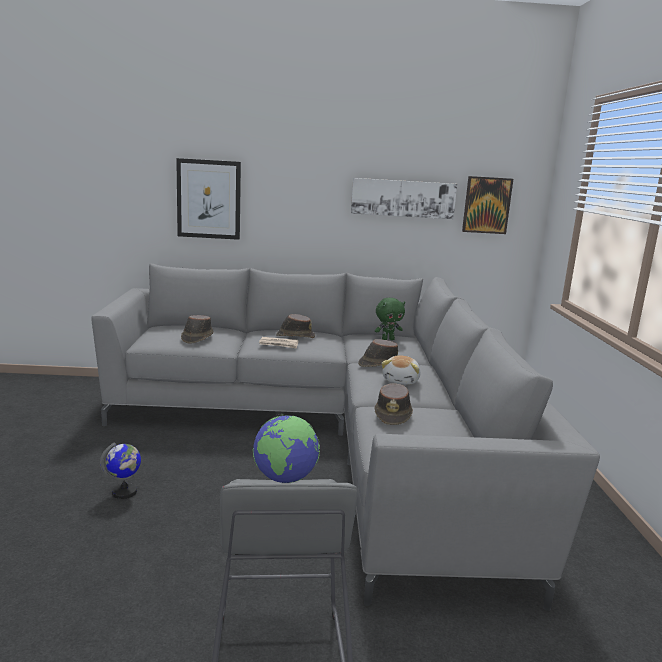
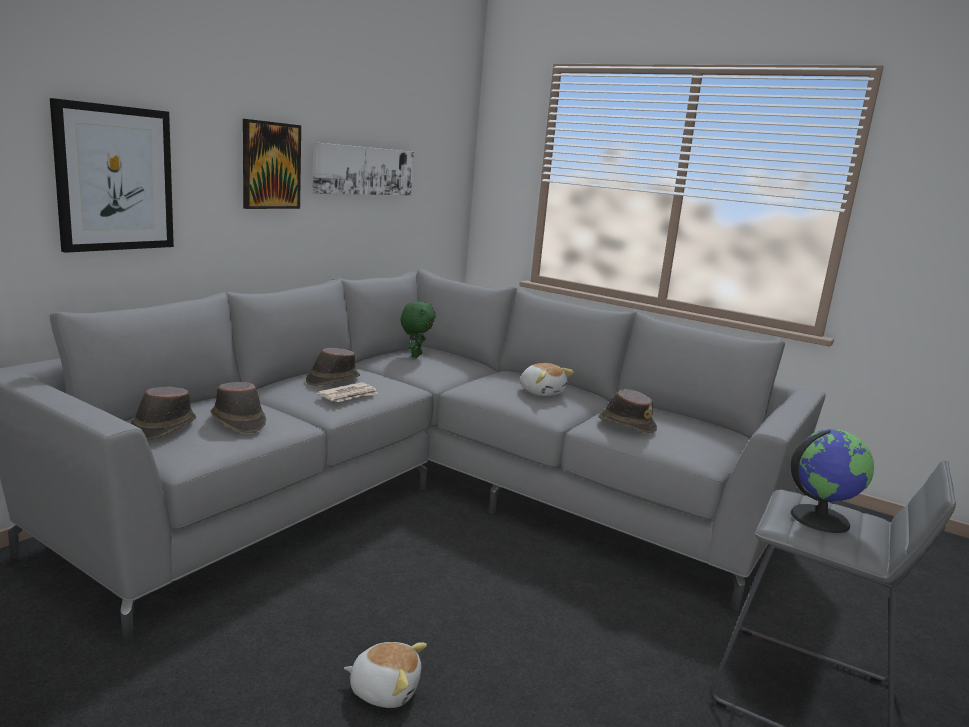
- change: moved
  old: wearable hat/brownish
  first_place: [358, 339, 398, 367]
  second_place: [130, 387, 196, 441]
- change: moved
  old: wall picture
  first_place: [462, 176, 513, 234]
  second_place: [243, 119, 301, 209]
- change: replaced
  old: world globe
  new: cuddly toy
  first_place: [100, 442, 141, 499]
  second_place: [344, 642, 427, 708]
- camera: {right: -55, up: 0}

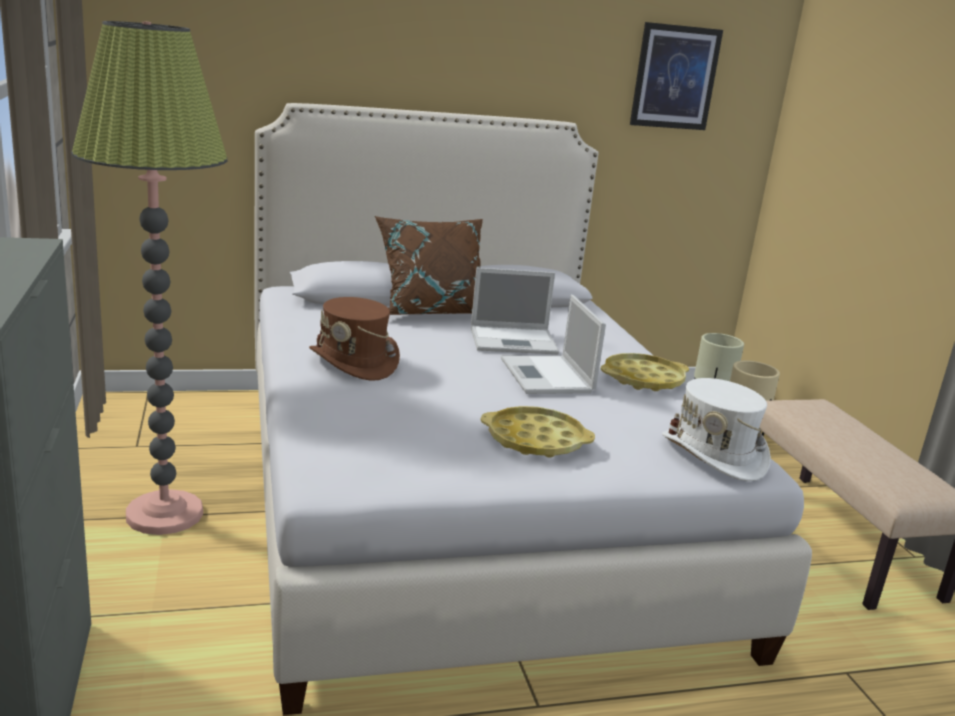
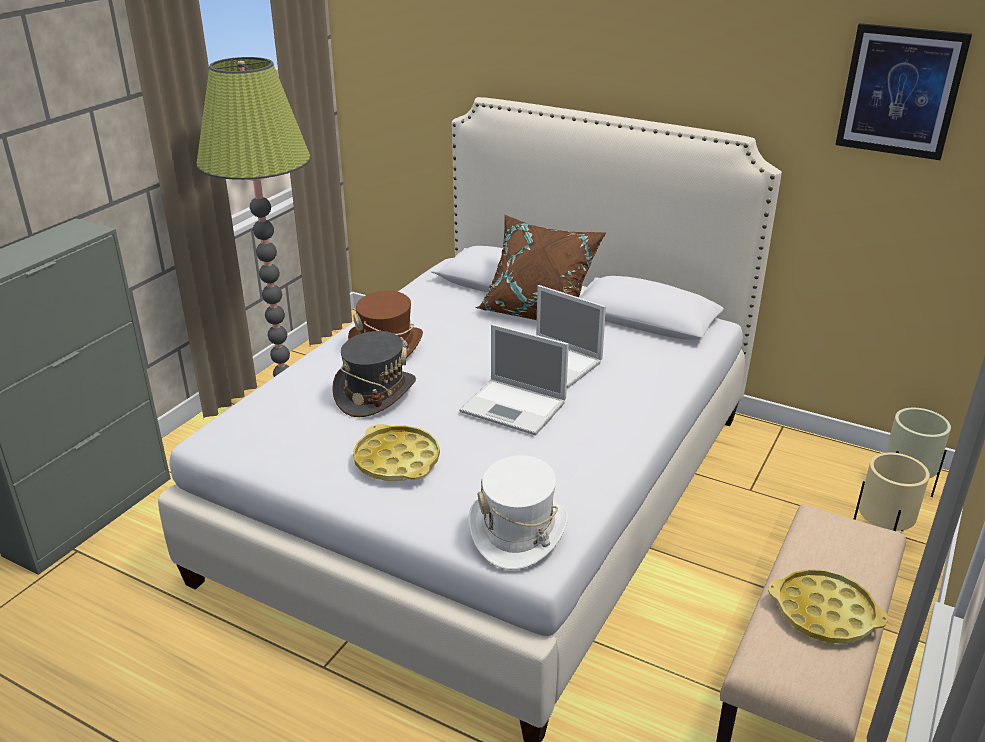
- change: added
  new: wearable hat/gray
  second_place: [332, 331, 416, 417]
- change: turned
  old: portable computer
  first_place: [501, 295, 606, 394]
  second_place: [459, 324, 569, 435]
  degrees: -90
- change: moved
  old: serving tray/yellowish
  first_place: [600, 353, 689, 391]
  second_place: [768, 569, 888, 644]
- camera: {right: 45, up: 10}

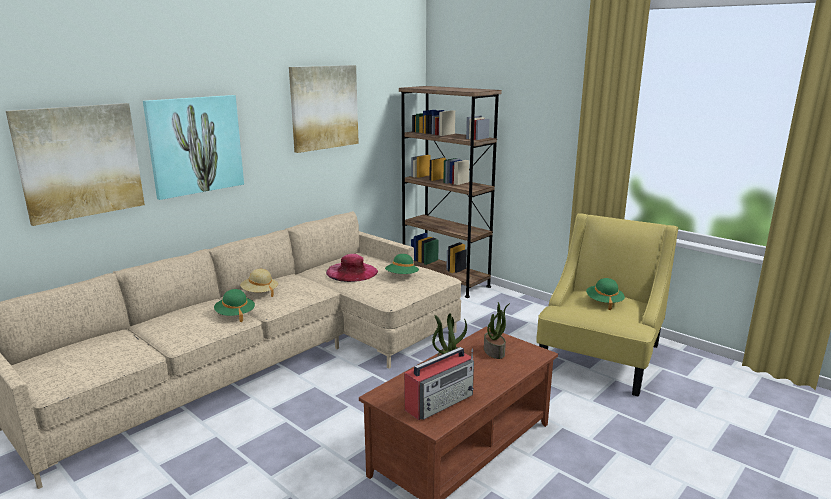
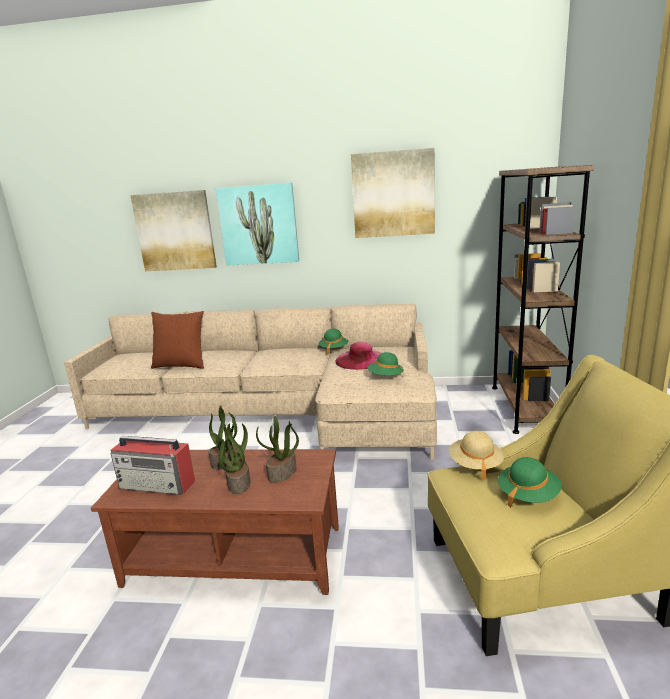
- change: added
  new: pillow/brownish
  second_place: [151, 311, 204, 369]
- change: added
  new: plant in a pot
  second_place: [211, 423, 250, 494]
- change: moved
  old: wearable hat/green
  first_place: [214, 289, 255, 322]
  second_place: [319, 329, 349, 354]
- change: moved
  old: wearable hat/beige-coloured
  first_place: [240, 269, 278, 297]
  second_place: [449, 431, 504, 480]
- camera: {right: 55, up: 0}

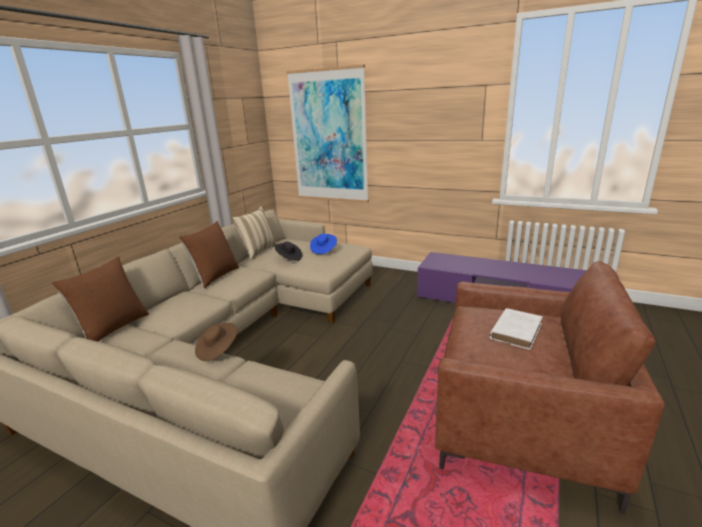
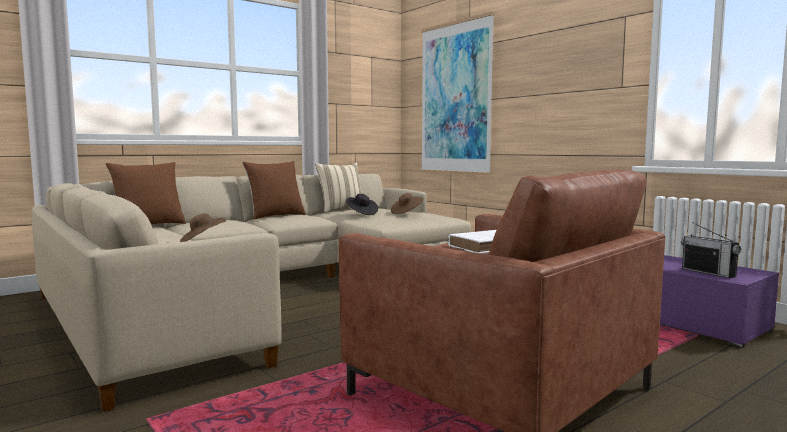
- change: recoloured
  old: wearable hat/bluish
  new: wearable hat/brownish
  first_place: [310, 234, 337, 254]
  second_place: [391, 193, 423, 214]
- change: added
  new: radio
  second_place: [681, 222, 741, 278]
- camera: {right: 25, up: -15}

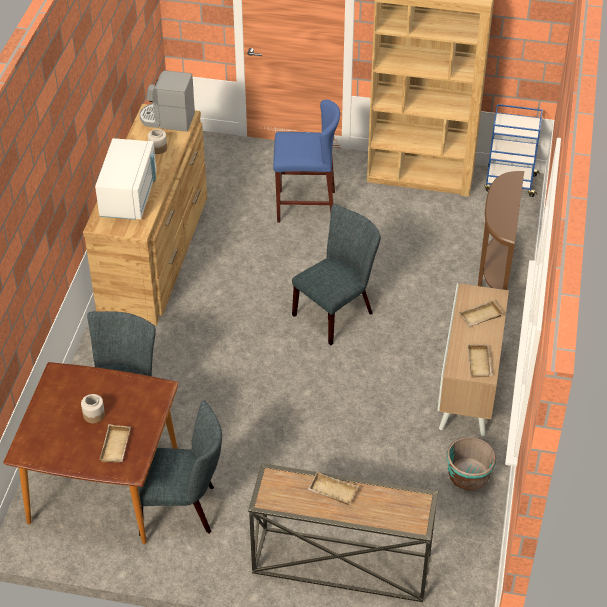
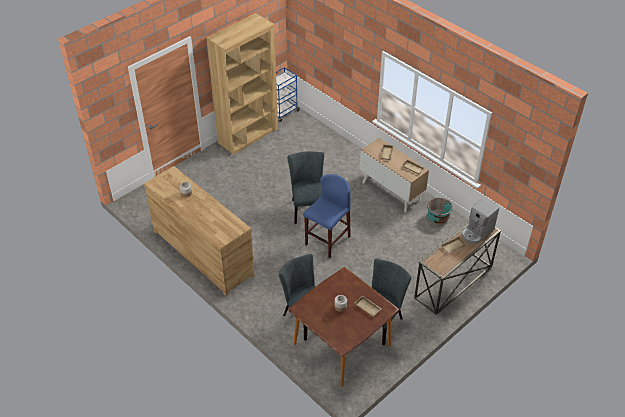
- change: moved
  old: stool/bluish
  first_place: [273, 100, 340, 222]
  second_place: [303, 174, 351, 258]
- change: moved
  old: coffee machine
  first_place: [140, 70, 195, 132]
  second_place: [462, 198, 499, 244]
- change: removed
  old: microwave/white-coloured
  first_place: [95, 138, 157, 220]
- change: removed
  old: hall table/brownish
  first_place: [478, 171, 524, 290]
- camera: {right: -55, up: 0}

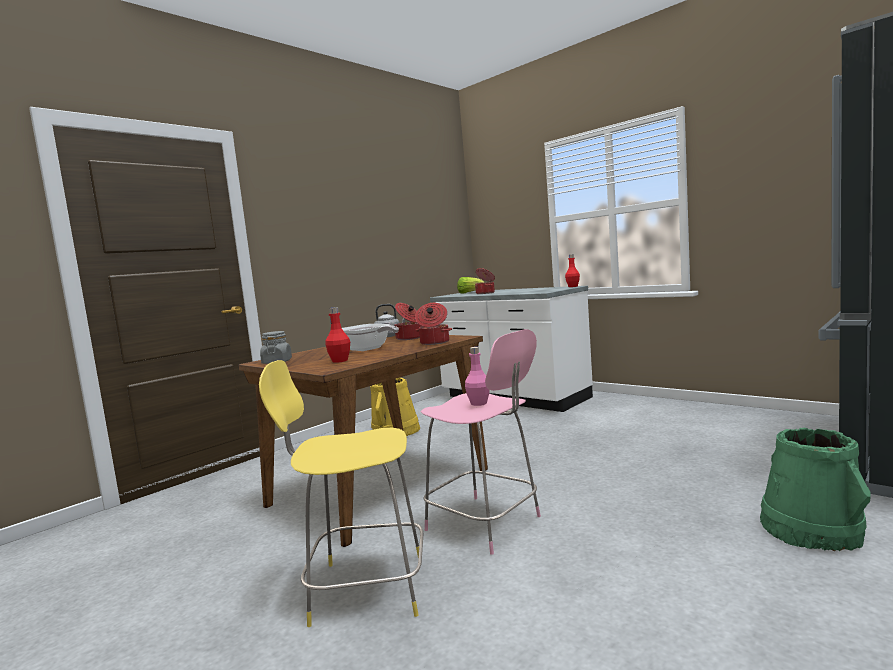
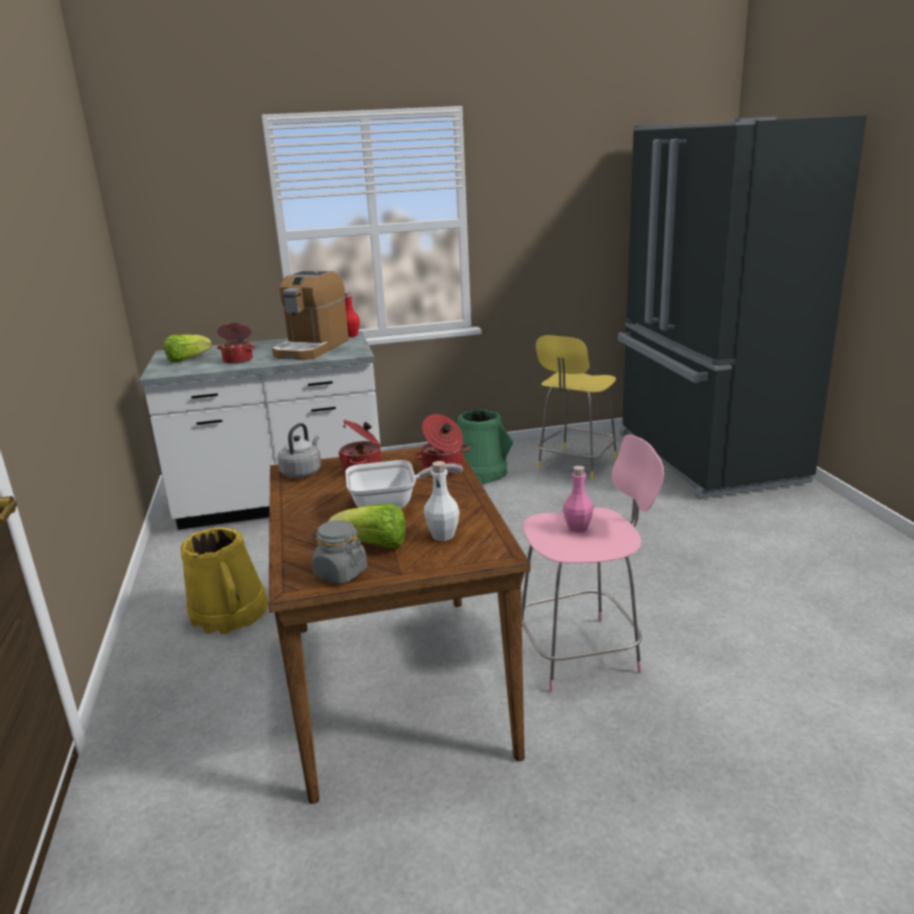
- change: added
  new: coffee machine
  second_place: [272, 271, 349, 360]
- change: added
  new: head of lettuce
  second_place: [328, 503, 406, 549]
- change: recoloured
  old: bottle/reddish
  new: bottle/white-coloured
  first_place: [325, 307, 350, 363]
  second_place: [424, 461, 460, 541]
- change: moved
  old: water bucket/green
  first_place: [760, 427, 871, 551]
  second_place: [457, 409, 513, 484]
- change: moved
  old: stool/yellowish
  first_place: [259, 360, 423, 627]
  second_place: [536, 335, 617, 480]
- camera: {right: -55, up: 15}

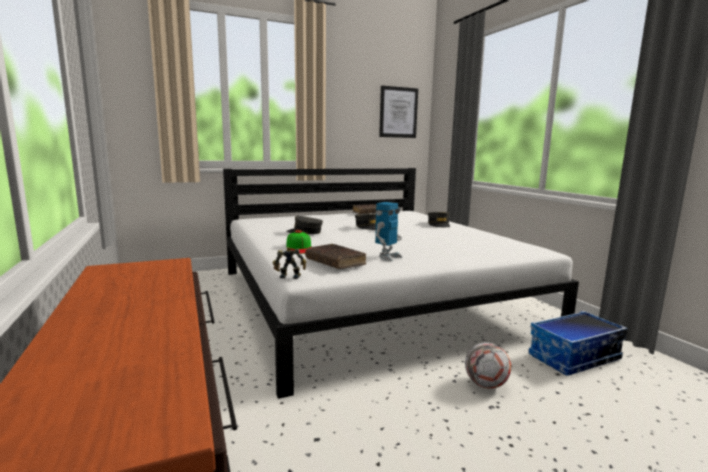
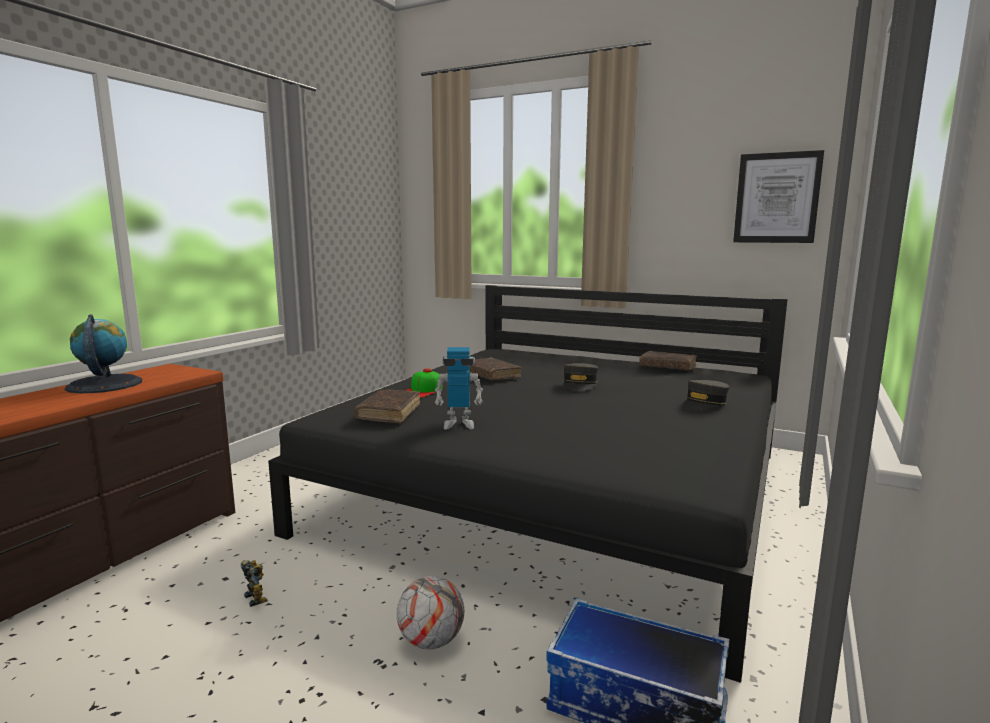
- change: added
  new: world globe
  second_place: [65, 315, 142, 393]
- change: moved
  old: model robot
  first_place: [272, 247, 306, 279]
  second_place: [241, 560, 268, 607]
- change: recoloured
  old: sleeping bed/white-coloured
  new: sleeping bed/black
  first_place: [223, 168, 579, 399]
  second_place: [268, 285, 788, 683]
- change: replaced
  old: peaked cap/gray
  new: volume/brownish
  first_place: [287, 216, 323, 234]
  second_place: [470, 358, 521, 381]
- camera: {right: 50, up: 0}

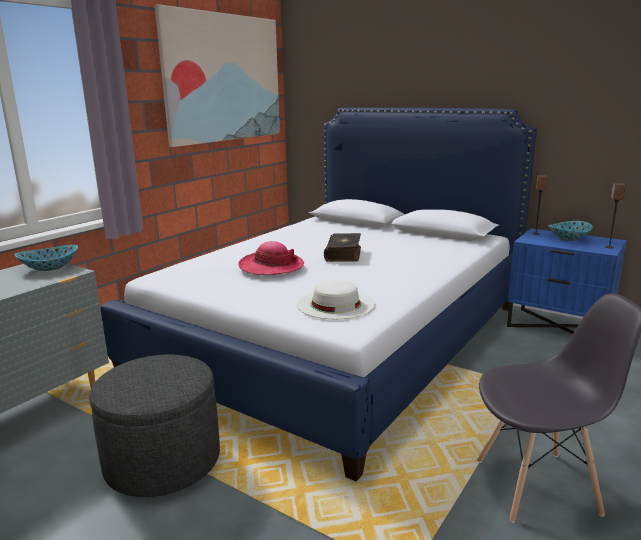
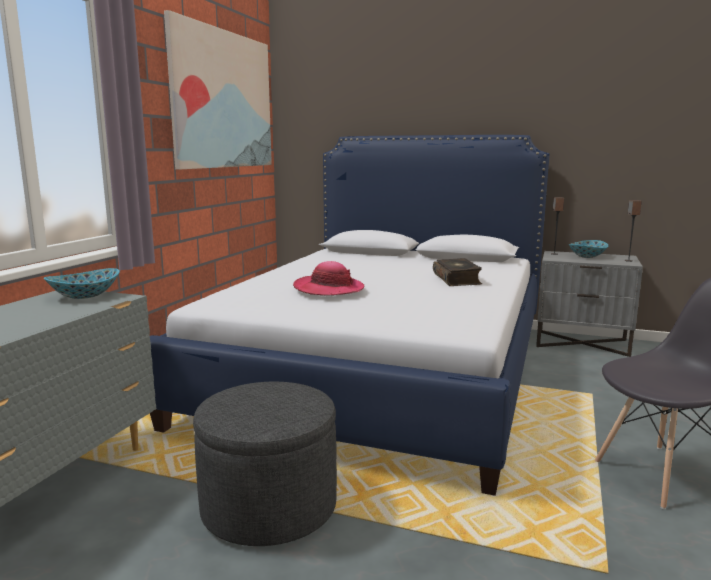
- change: moved
  old: volume
  first_place: [324, 233, 361, 262]
  second_place: [433, 258, 482, 286]
- change: recoloured
  old: bedside table/bluish
  new: bedside table/gray
  first_place: [507, 229, 627, 334]
  second_place: [536, 251, 643, 357]
- change: removed
  old: wearable hat/white-coloured
  first_place: [297, 280, 375, 319]
- camera: {right: -15, up: -5}

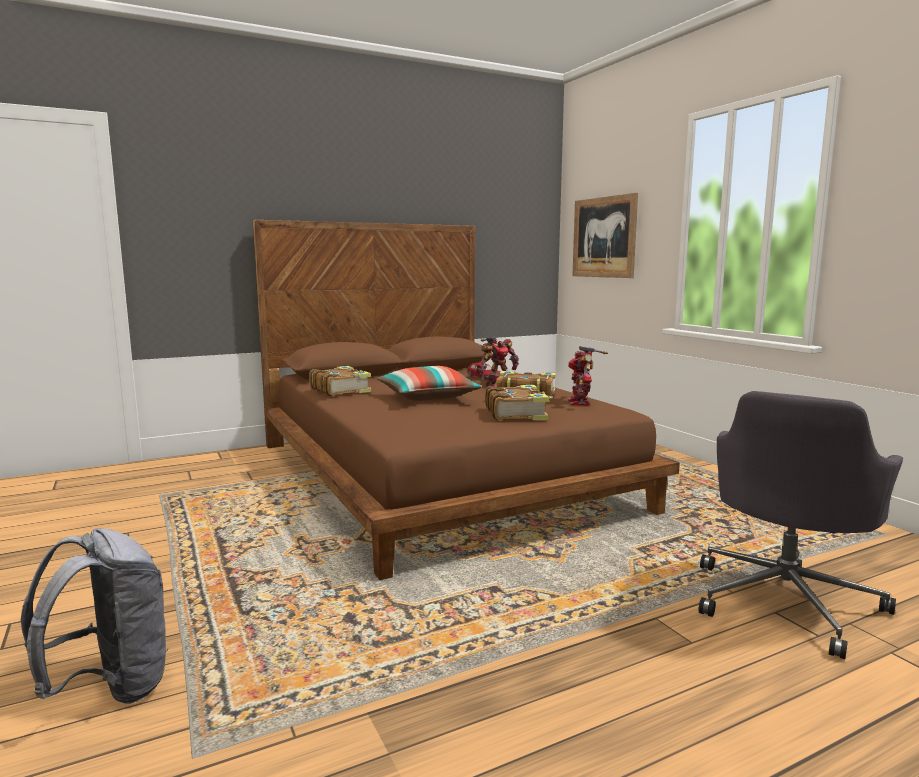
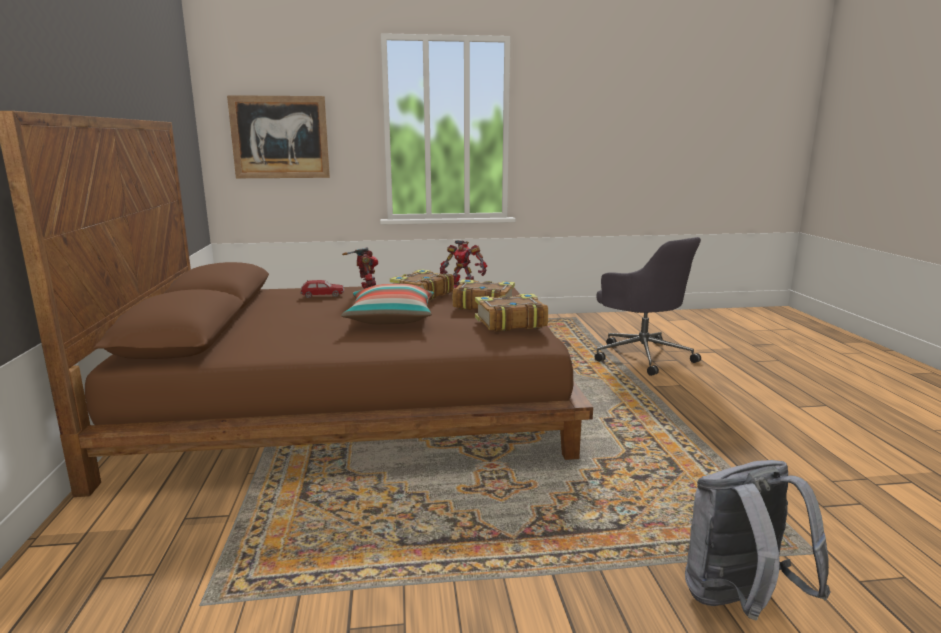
- change: moved
  old: volume
  first_place: [309, 366, 371, 397]
  second_place: [475, 293, 548, 332]
- camera: {right: -70, up: 5}

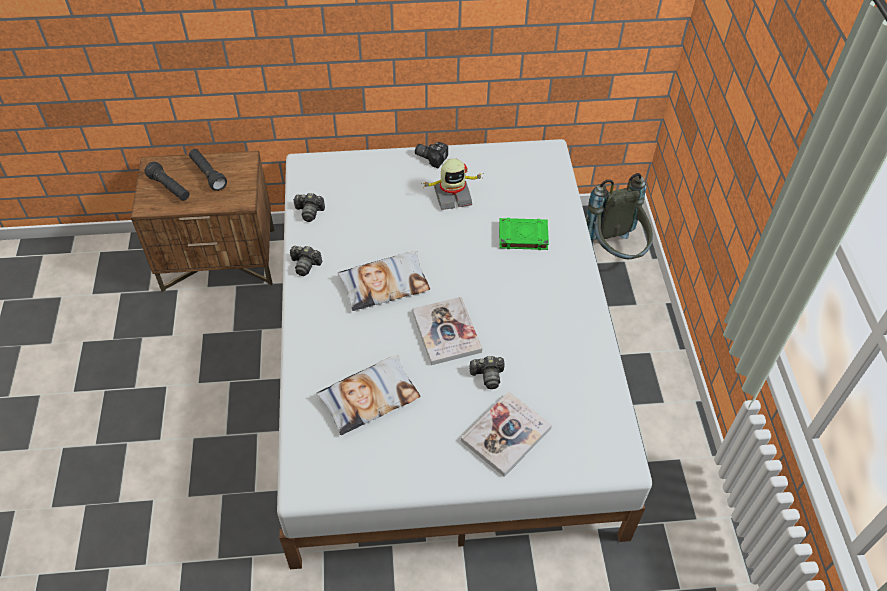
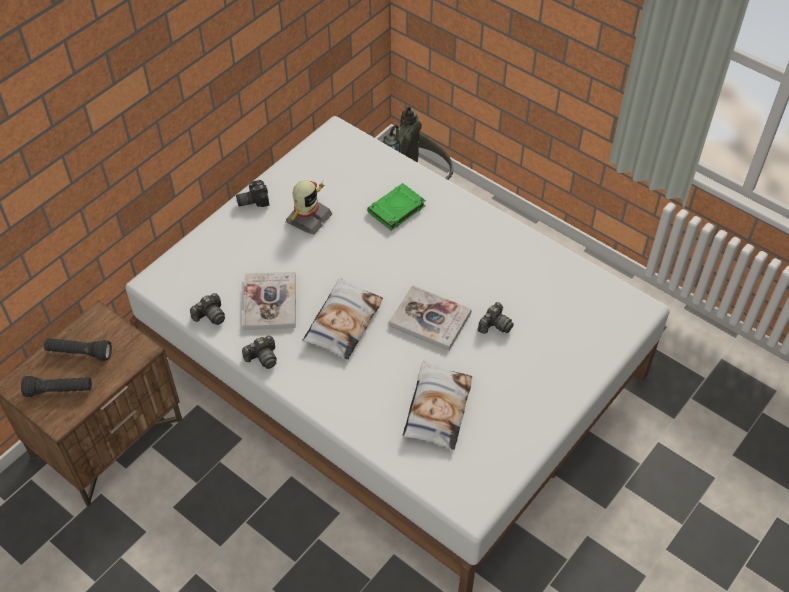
- change: moved
  old: volume
  first_place: [461, 392, 552, 477]
  second_place: [243, 272, 296, 330]
- camera: {right: -45, up: 0}

